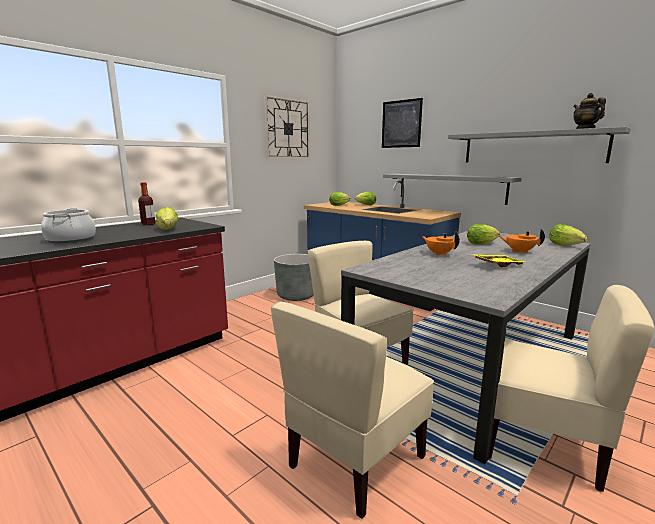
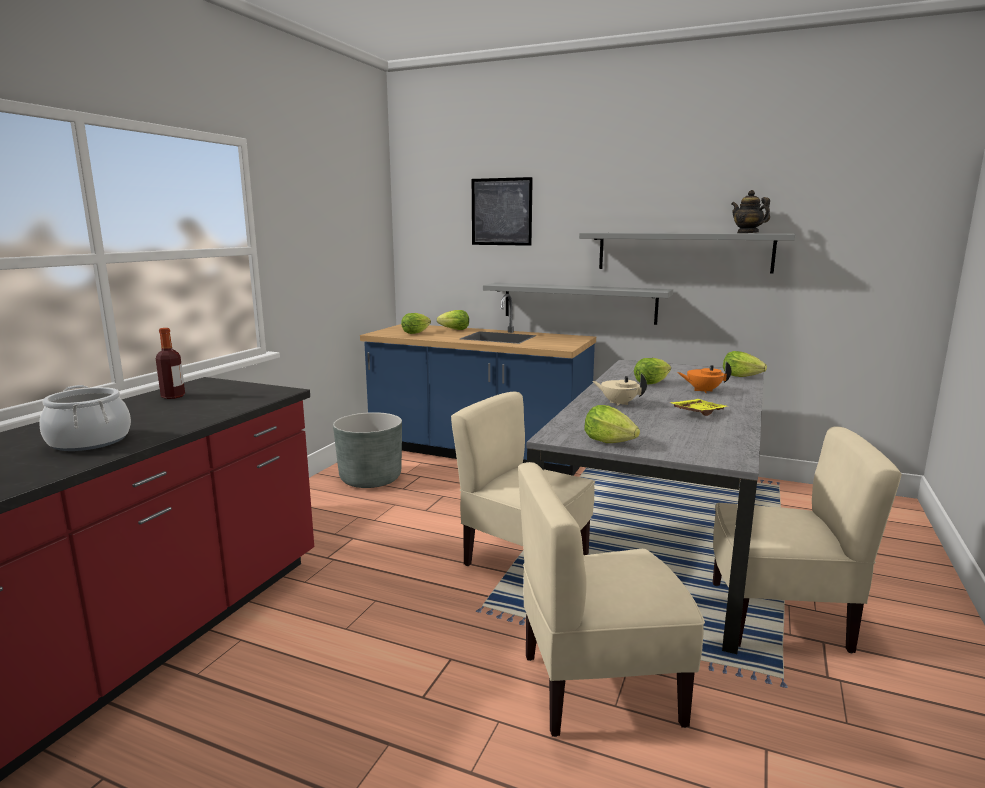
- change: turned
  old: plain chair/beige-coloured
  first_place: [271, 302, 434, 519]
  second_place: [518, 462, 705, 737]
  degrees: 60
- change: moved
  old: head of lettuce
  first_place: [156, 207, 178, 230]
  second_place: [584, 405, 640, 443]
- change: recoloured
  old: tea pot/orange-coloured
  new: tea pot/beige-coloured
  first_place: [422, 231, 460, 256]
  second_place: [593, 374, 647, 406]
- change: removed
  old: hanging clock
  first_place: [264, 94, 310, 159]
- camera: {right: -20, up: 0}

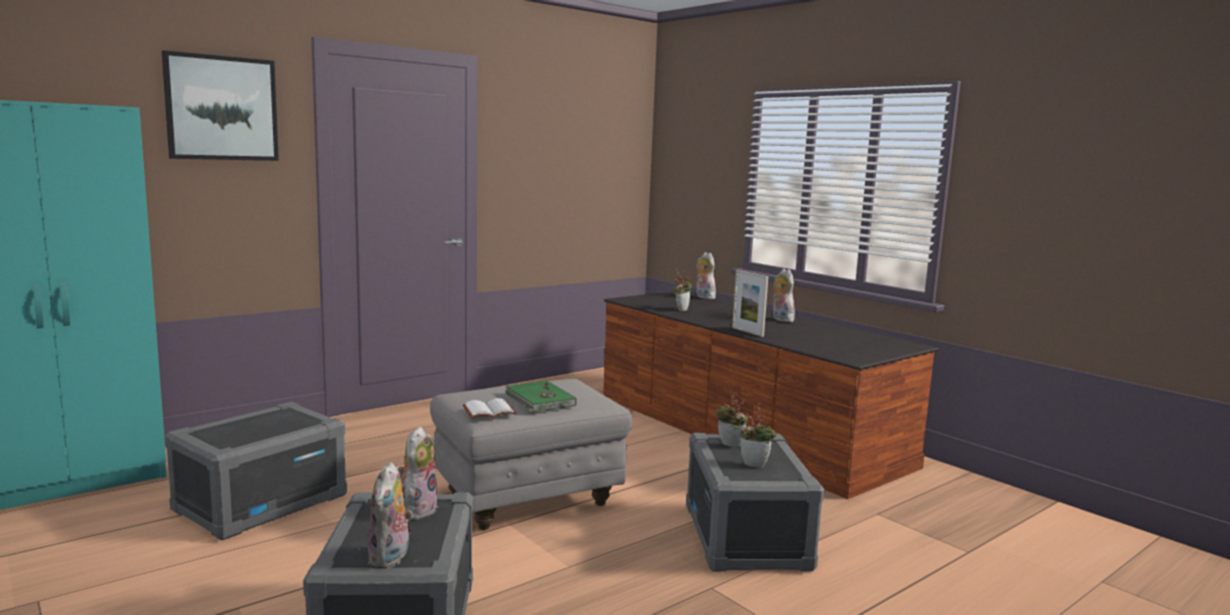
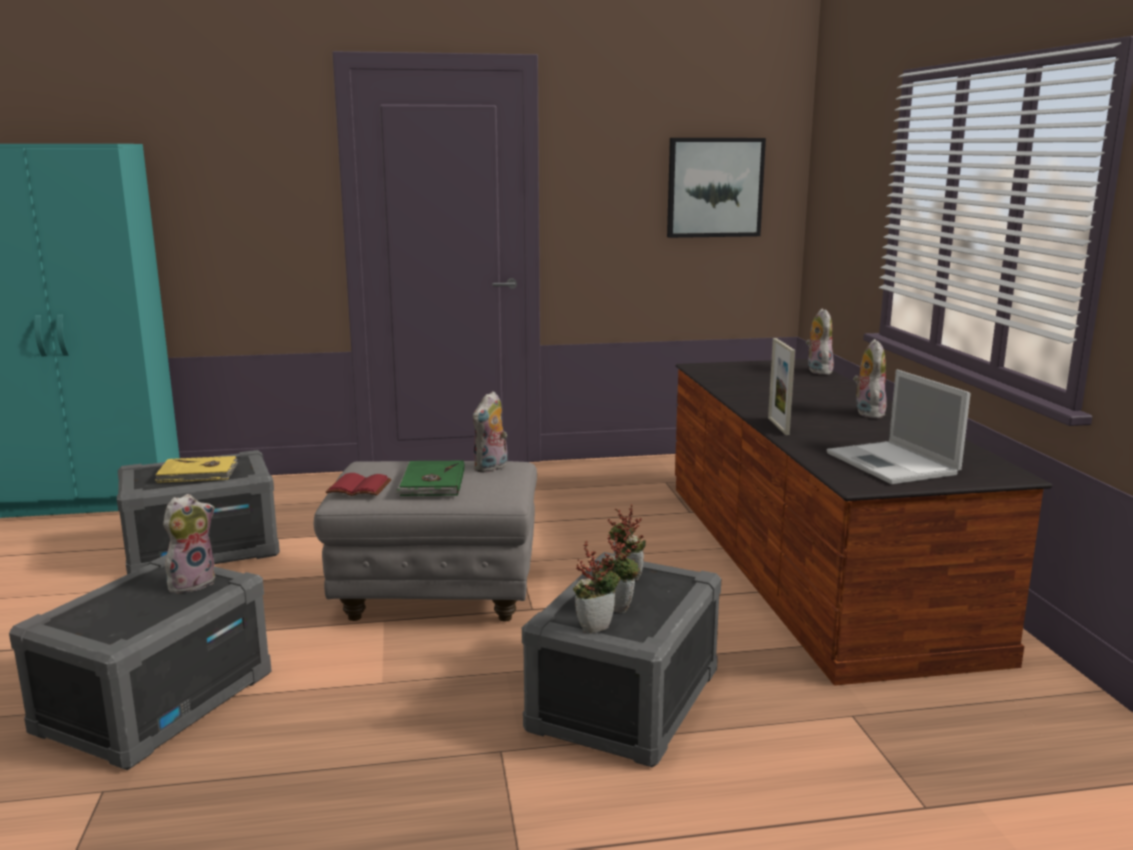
- change: added
  new: volume/yellowish
  second_place: [155, 456, 238, 483]
- change: recoloured
  old: volume/white-coloured
  new: volume/reddish
  first_place: [463, 398, 517, 418]
  second_place: [326, 473, 391, 496]
- change: moved
  old: cuddly toy
  first_place: [368, 462, 414, 569]
  second_place: [473, 391, 507, 473]
- change: moved
  old: plant in a pot
  first_place: [673, 268, 692, 311]
  second_place: [573, 541, 620, 633]
- change: moved
  old: wall picture
  first_place: [162, 50, 279, 161]
  second_place: [667, 138, 766, 238]
- change: added
  new: portable computer
  second_place: [827, 369, 971, 484]
- camera: {right: 30, up: 5}

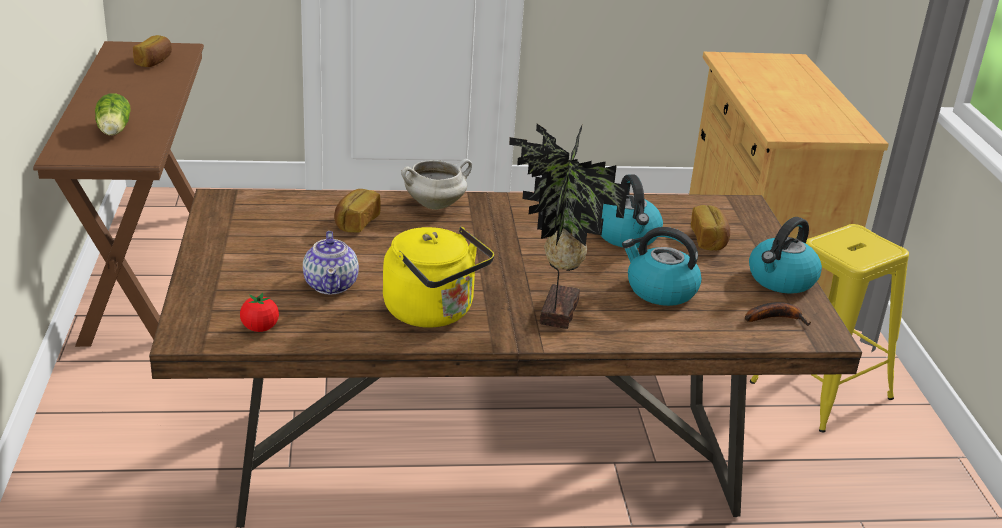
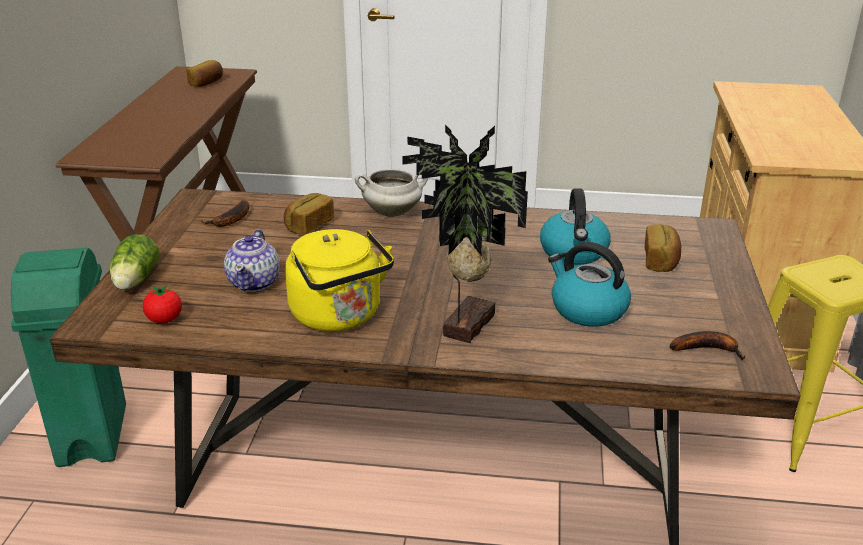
- change: added
  new: waste bin/green
  second_place: [11, 248, 126, 467]
- change: moved
  old: head of lettuce
  first_place: [95, 93, 131, 136]
  second_place: [110, 235, 160, 290]
- change: added
  new: banana fruit
  second_place: [201, 200, 249, 227]
- change: removed
  old: tea kettle
  first_place: [749, 217, 822, 294]
- camera: {right: 15, up: 0}

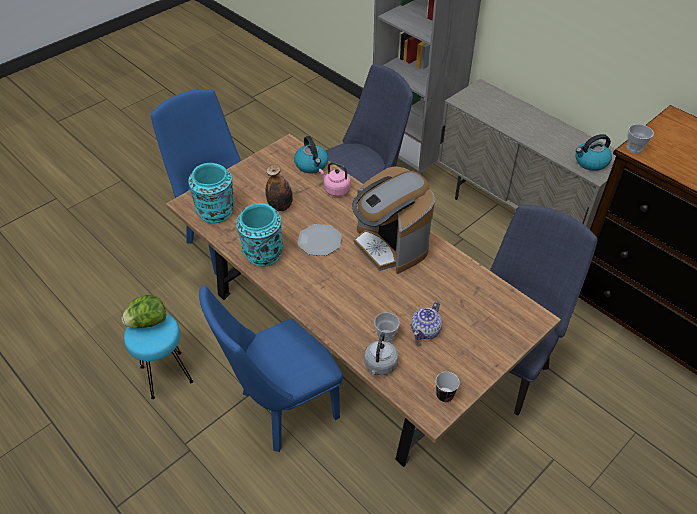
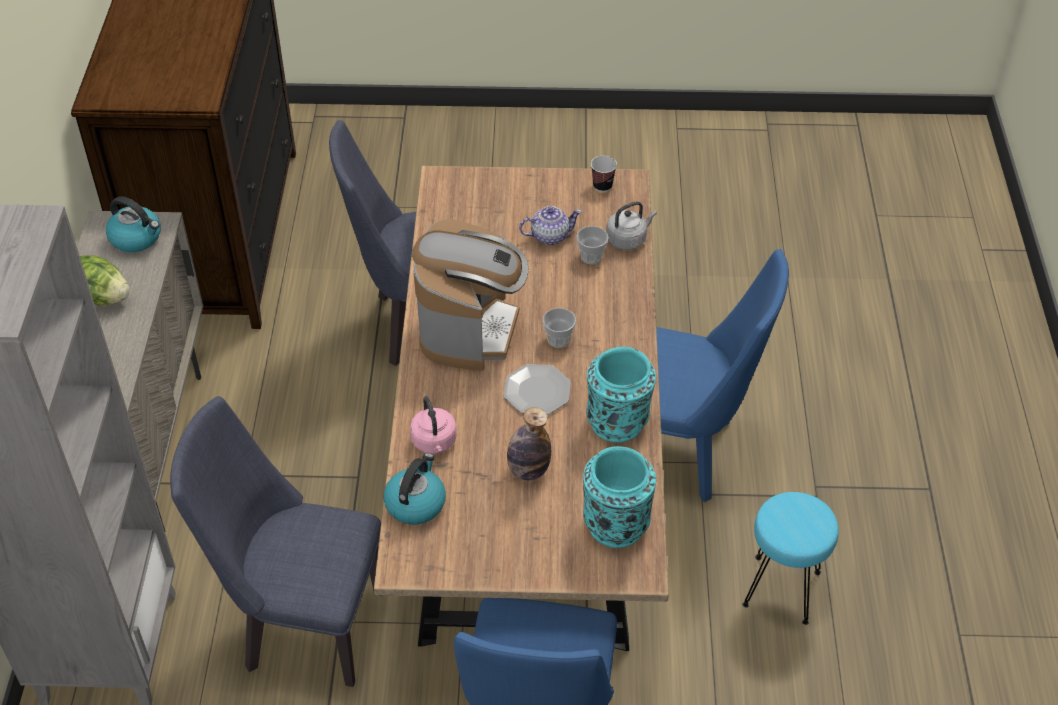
- change: moved
  old: head of lettuce
  first_place: [122, 295, 166, 328]
  second_place: [80, 255, 130, 306]
- change: moved
  old: small cup
  first_place: [626, 124, 654, 153]
  second_place: [543, 308, 576, 348]
- camera: {right: -135, up: 0}

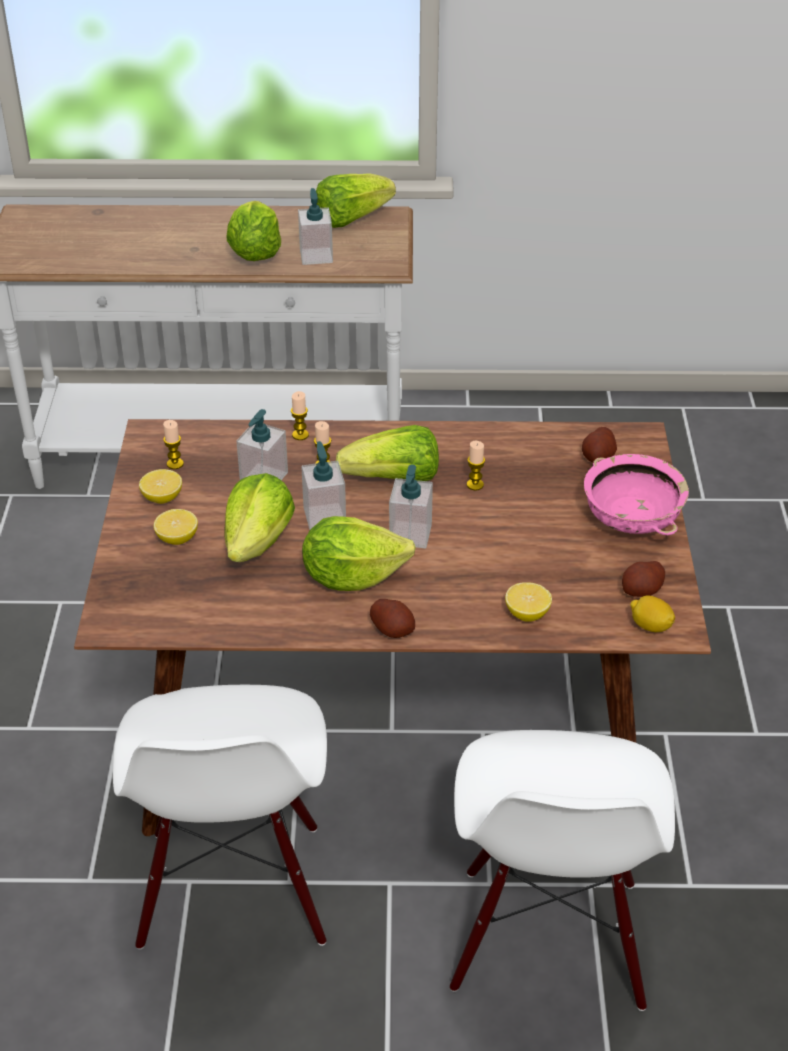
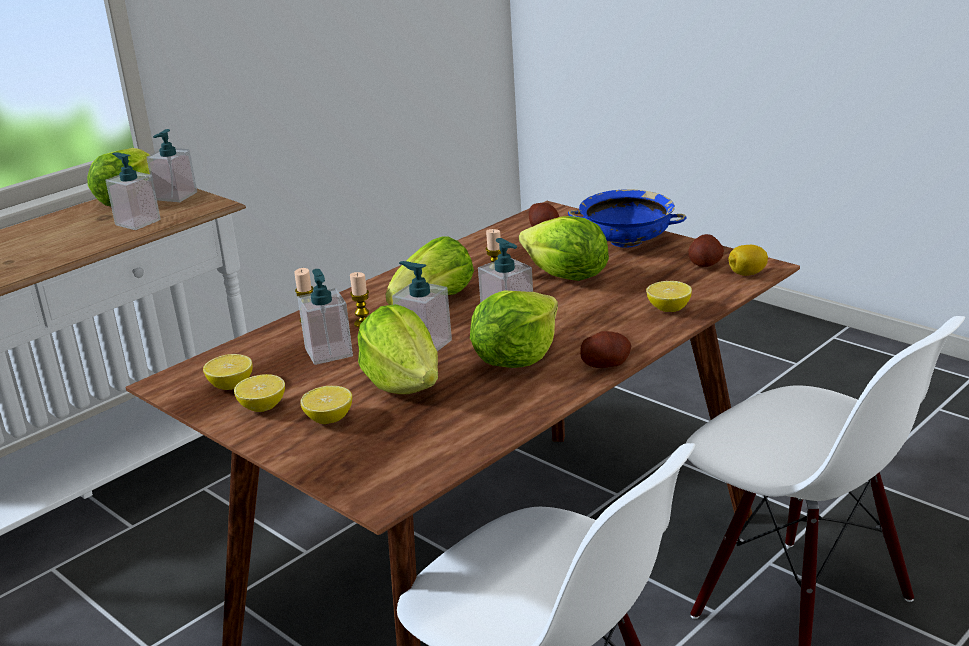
- change: added
  new: liquid soap bottle
  second_place: [146, 129, 197, 202]
- change: replaced
  old: wax light
  new: citrus fruit
  first_place: [163, 420, 184, 469]
  second_place: [203, 354, 252, 390]
- change: moved
  old: head of lettuce
  first_place: [227, 201, 281, 261]
  second_place: [519, 216, 609, 281]
- change: recoloured
  old: serving bowl/pink-coloured
  new: serving bowl/bluish
  first_place: [584, 454, 689, 535]
  second_place: [568, 189, 687, 248]
- camera: {right: -45, up: -15}

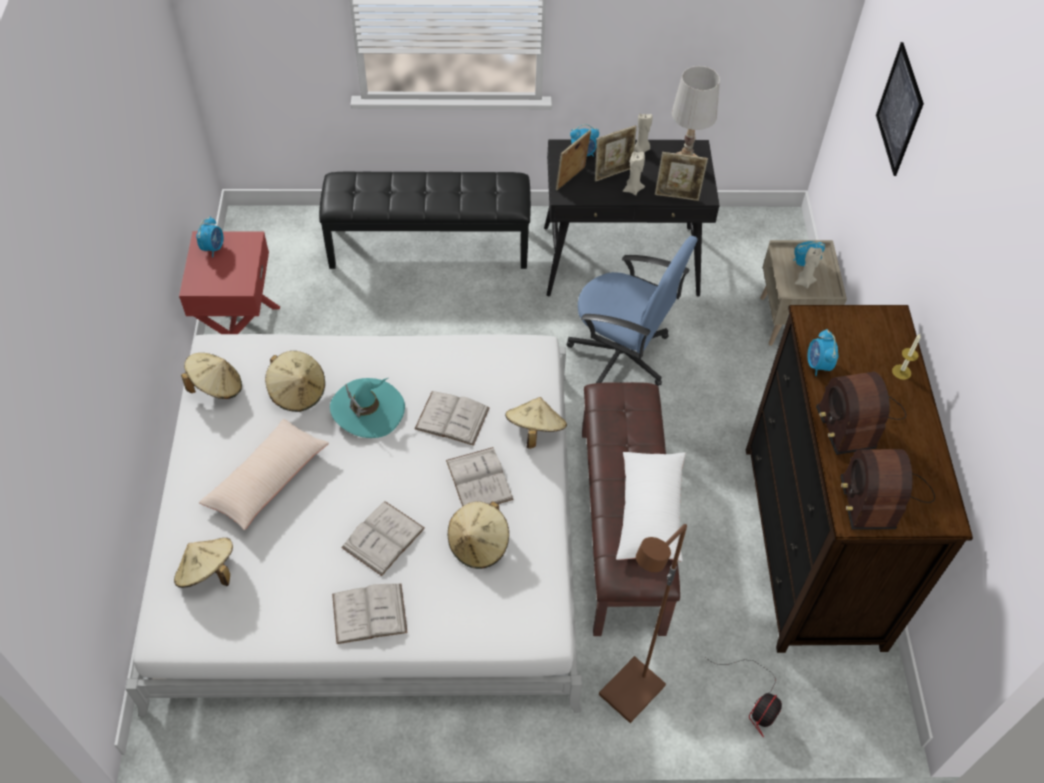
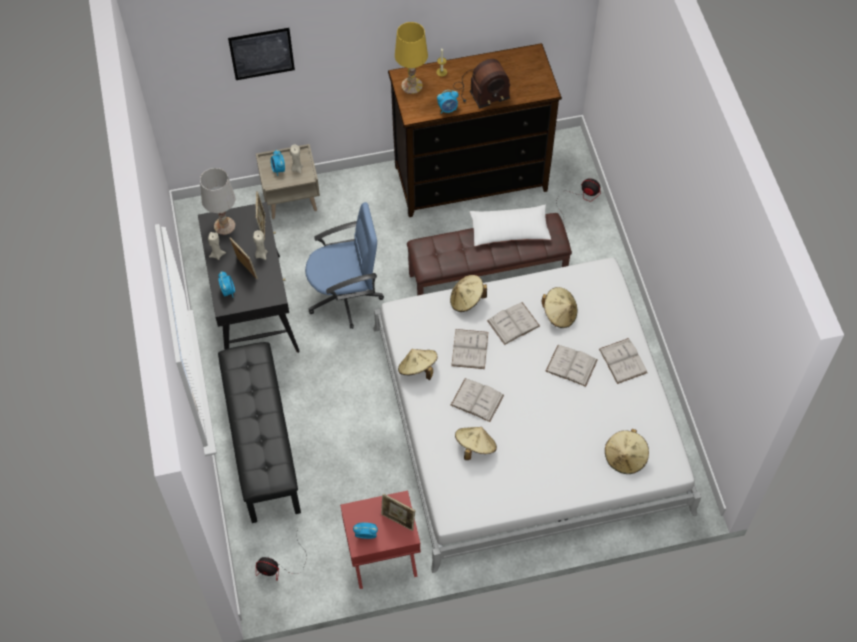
- change: added
  new: electric fan
  second_place: [256, 529, 307, 581]
- change: turned
  old: desk chair/bluish
  first_place: [567, 236, 698, 386]
  second_place: [305, 202, 384, 329]
  degrees: 60
- change: moved
  old: photo frame
  first_place: [556, 130, 591, 190]
  second_place: [381, 494, 415, 531]
- change: added
  new: tabletop lamp/yellowish
  second_place: [395, 22, 428, 94]
- change: moved
  old: wearable hat/beige-coloured
  first_place: [181, 353, 242, 399]
  second_place: [398, 349, 438, 380]
- change: replaced
  old: wearable hat/turquoise-coloured
  new: volume/white-coloured
  first_place: [330, 378, 405, 438]
  second_place: [451, 378, 504, 422]
- change: removed
  old: pillow/beige-coloured
  first_place: [199, 419, 329, 530]
- change: removed
  old: standing lamp/brownish
  first_place: [599, 524, 687, 723]
- change: removed
  old: radio
  first_place: [840, 449, 935, 530]
- camera: {right: -100, up: 5}

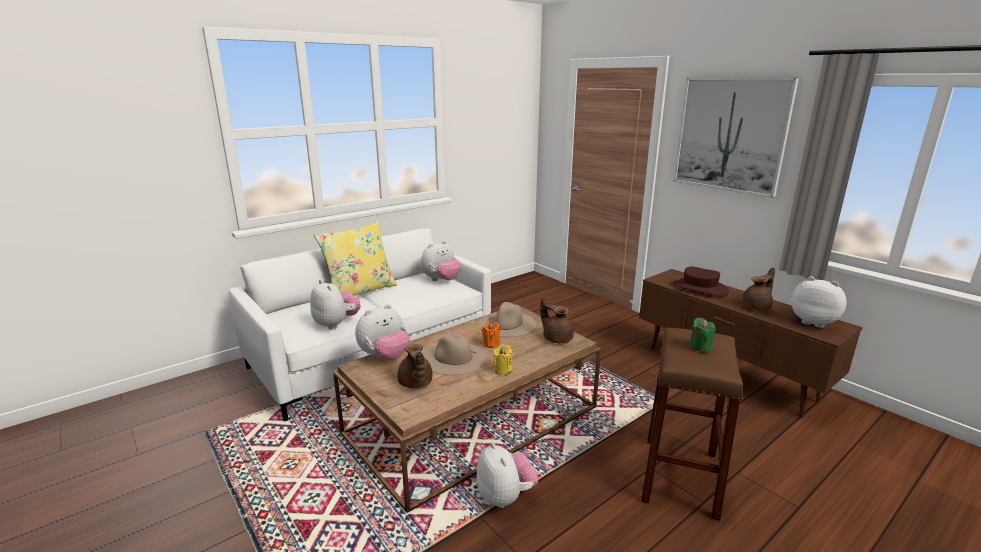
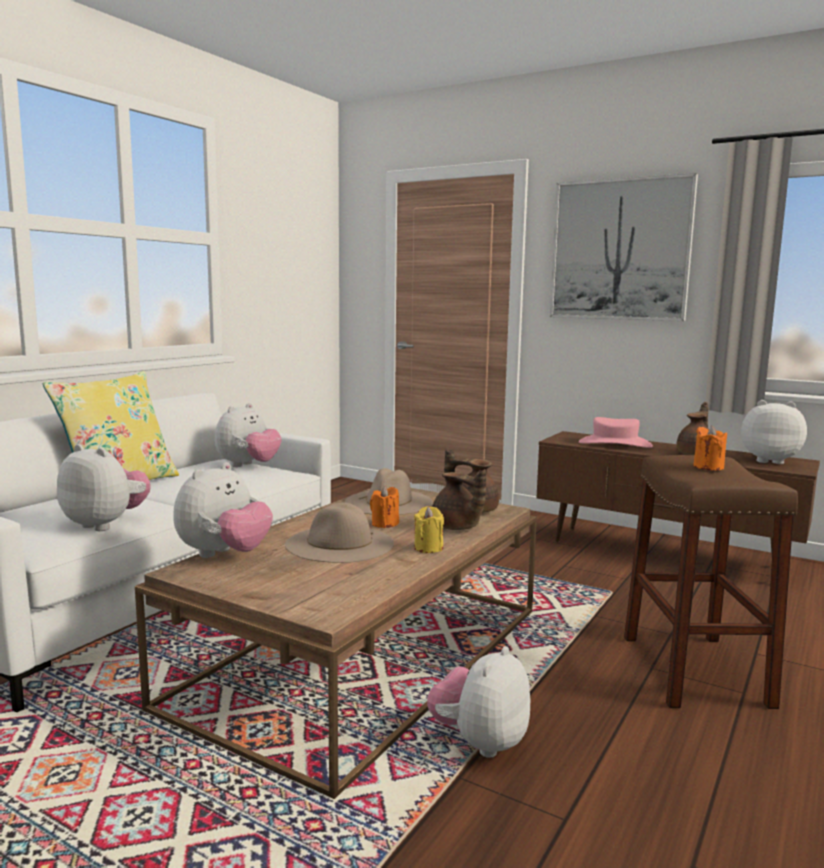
- change: turned
  old: cuddly toy
  first_place: [477, 442, 538, 508]
  second_place: [427, 646, 530, 758]
  degrees: -105
- change: moved
  old: tea pot/brownish
  first_place: [397, 344, 433, 388]
  second_place: [432, 469, 486, 530]
- change: recoloured
  old: wearable hat/brownish
  new: wearable hat/pink-coloured
  first_place: [673, 266, 729, 297]
  second_place: [579, 417, 653, 448]
- change: recoloured
  old: wax light/green
  new: wax light/orange-coloured
  first_place: [690, 318, 716, 352]
  second_place: [694, 426, 727, 470]
- camera: {right: -20, up: -10}

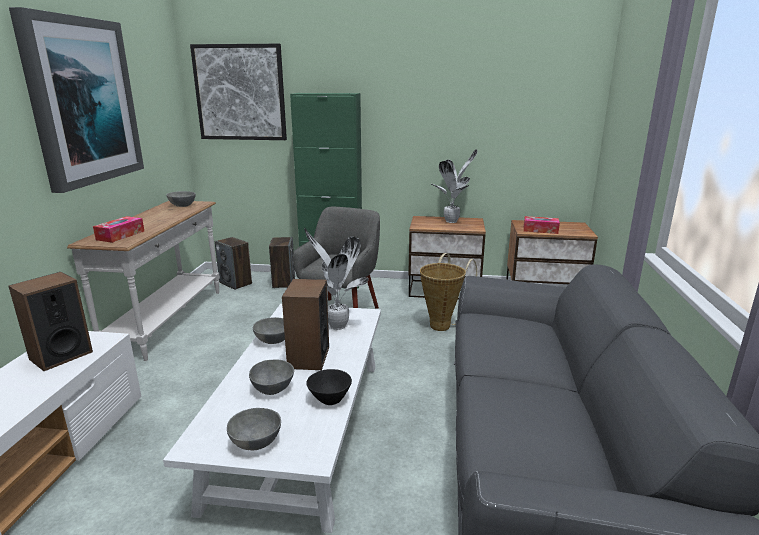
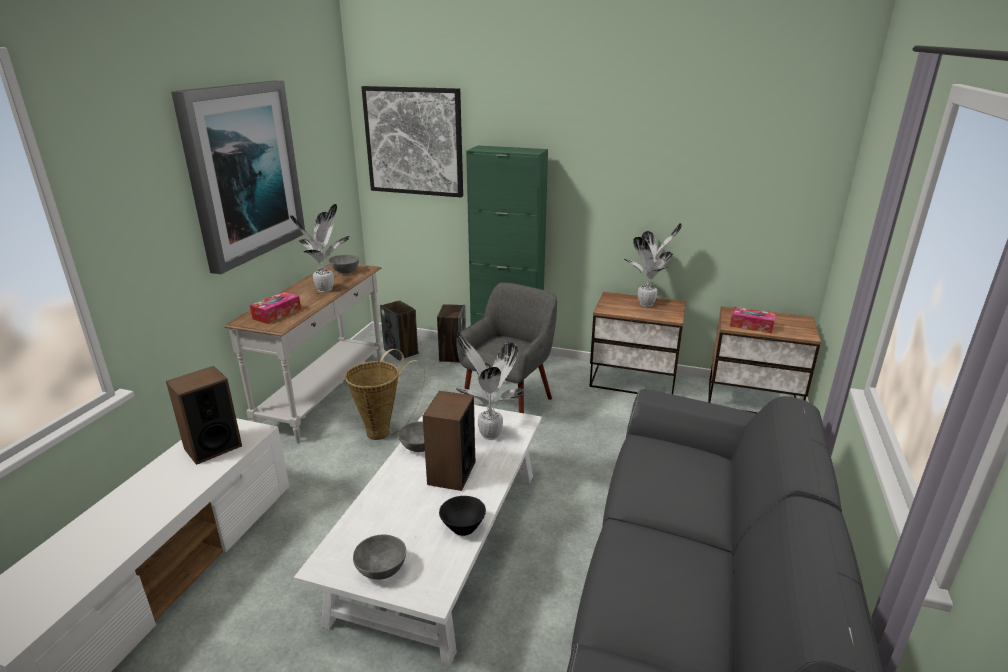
- change: added
  new: plant in a pot
  second_place: [290, 204, 350, 292]
- change: moved
  old: household basket
  first_place: [420, 253, 477, 331]
  second_place: [345, 349, 425, 440]
- change: removed
  old: serving bowl/gray
  first_place: [249, 359, 294, 395]
- camera: {right: 10, up: 5}

